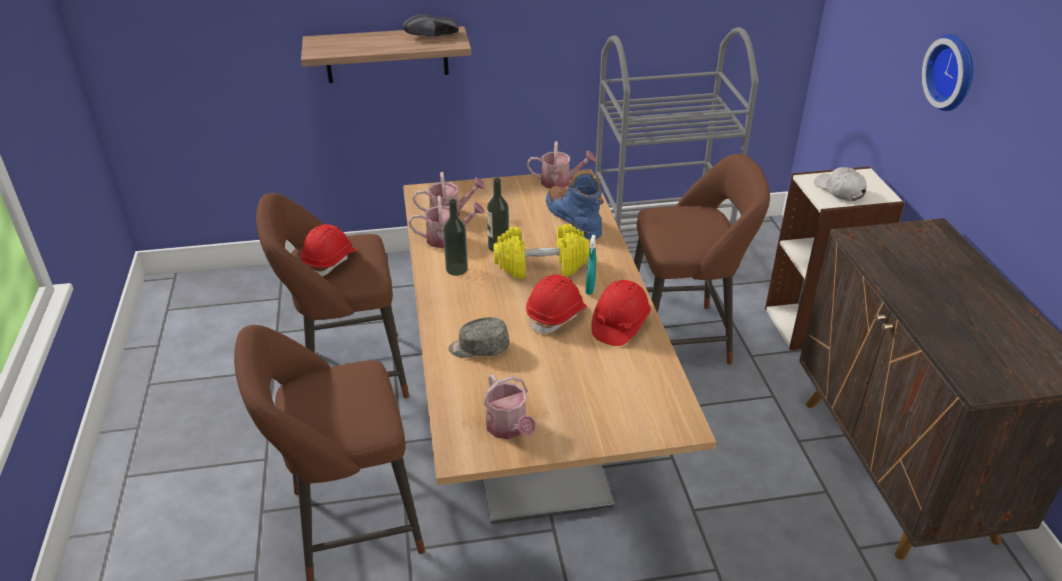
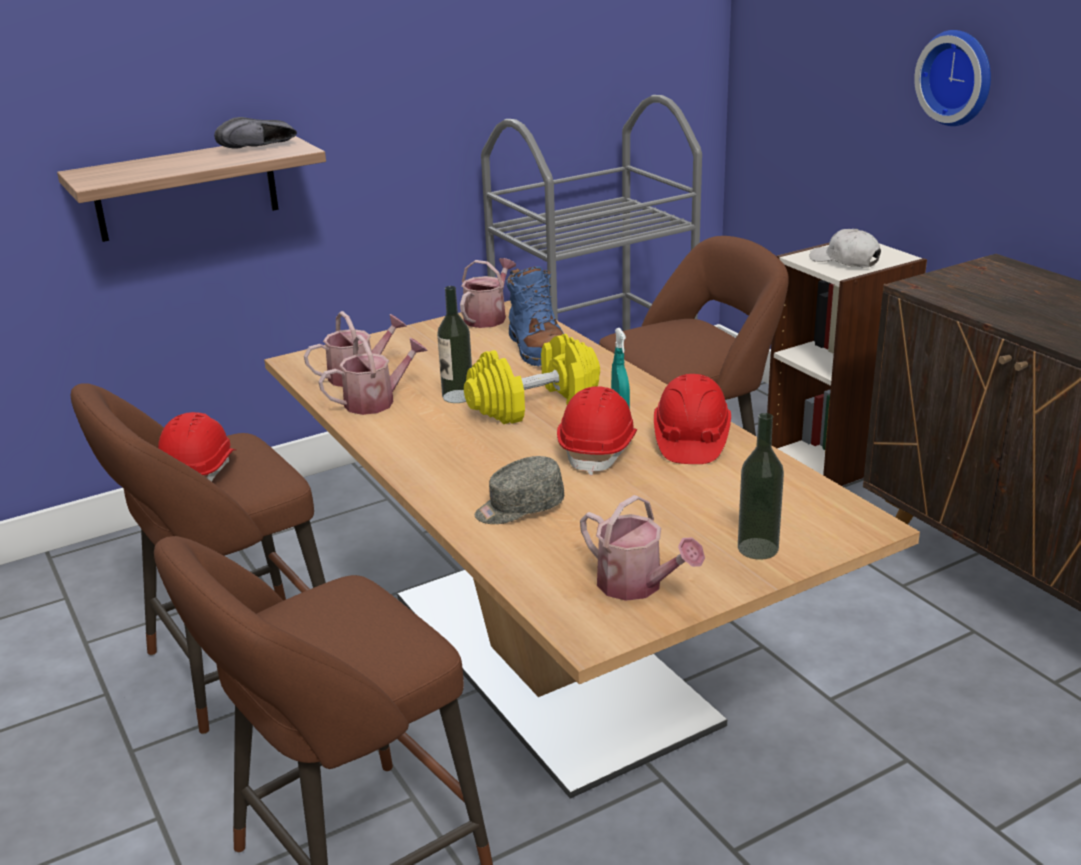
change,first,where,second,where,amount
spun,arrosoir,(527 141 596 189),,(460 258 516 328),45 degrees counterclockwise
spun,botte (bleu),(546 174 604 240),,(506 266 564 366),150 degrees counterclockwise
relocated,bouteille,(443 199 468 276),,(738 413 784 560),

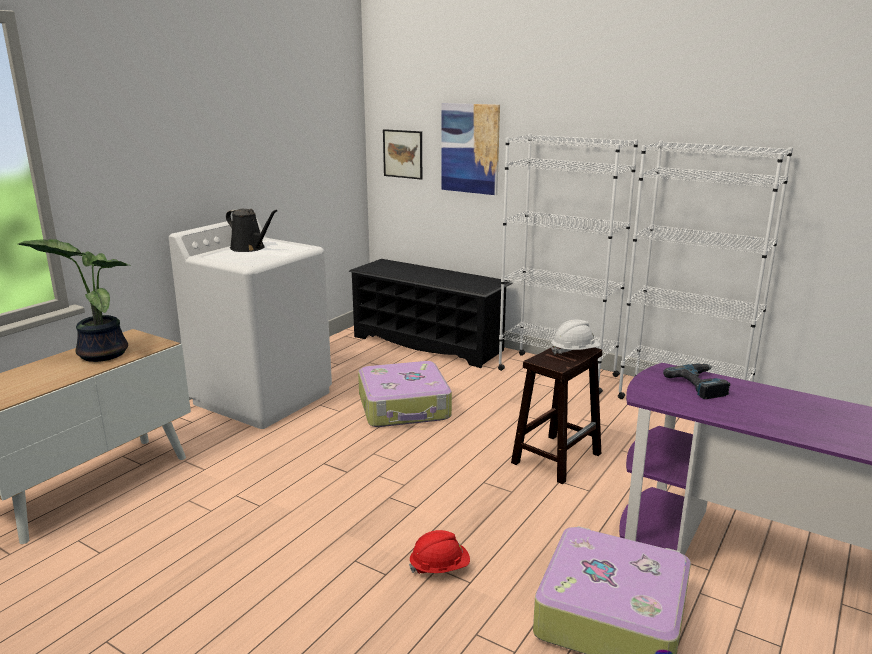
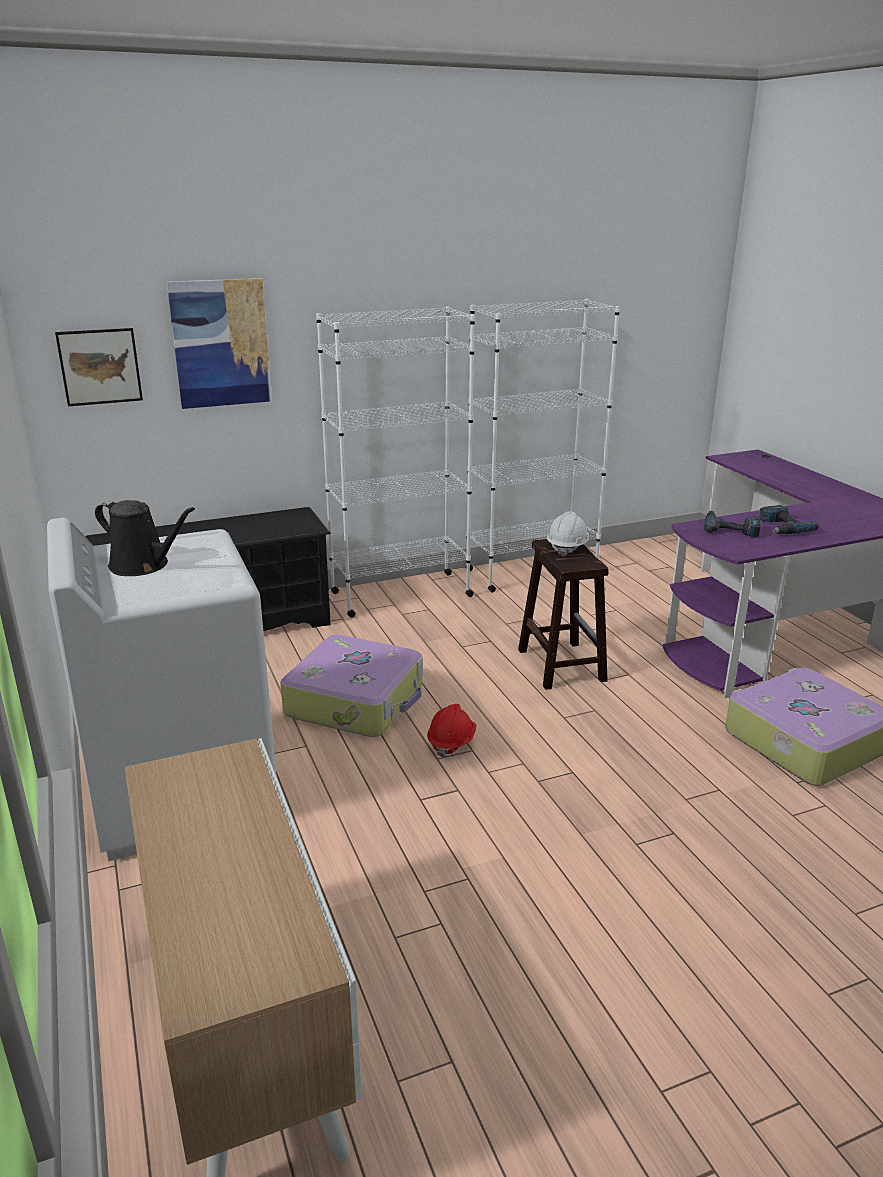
change,first,where,second,where,amount
spun,arrosoir (noir),(226 209 277 252),,(95 500 195 576),45 degrees clockwise
missing,plante en pot,(18 239 131 362),,,
relocated,casque de chantier (rouge),(409 530 470 574),,(427 704 476 757),
appeared,,,perceuse,(759 505 819 534),

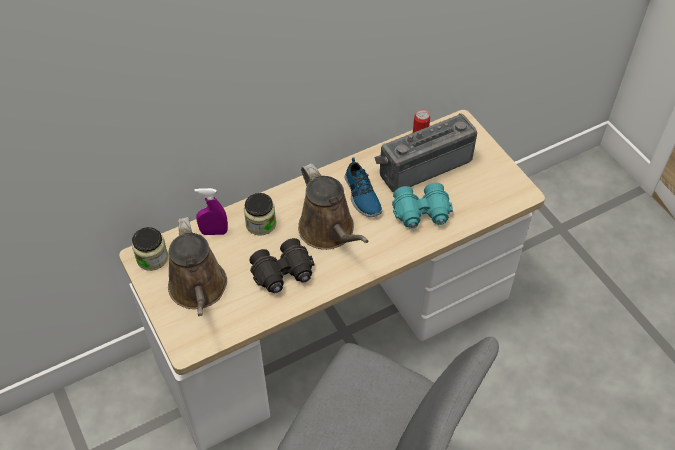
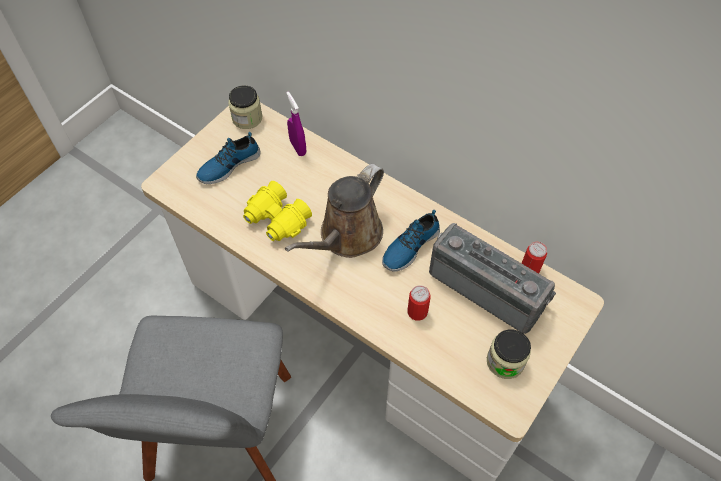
change,first,where,second,where,amount
exchanged,jumelles (turquoise),(392 183 453 229),boîte métallique,(408 285 431 321),
relocated,bocal,(244 193 276 236),,(487 329 531 379),
exchanged,arrosoir (marron),(168 217 227 316),chaussure,(196 132 260 184),
colour,jumelles (noir),(249 238 314 293),jumelles (jaune),(243 181 312 241),

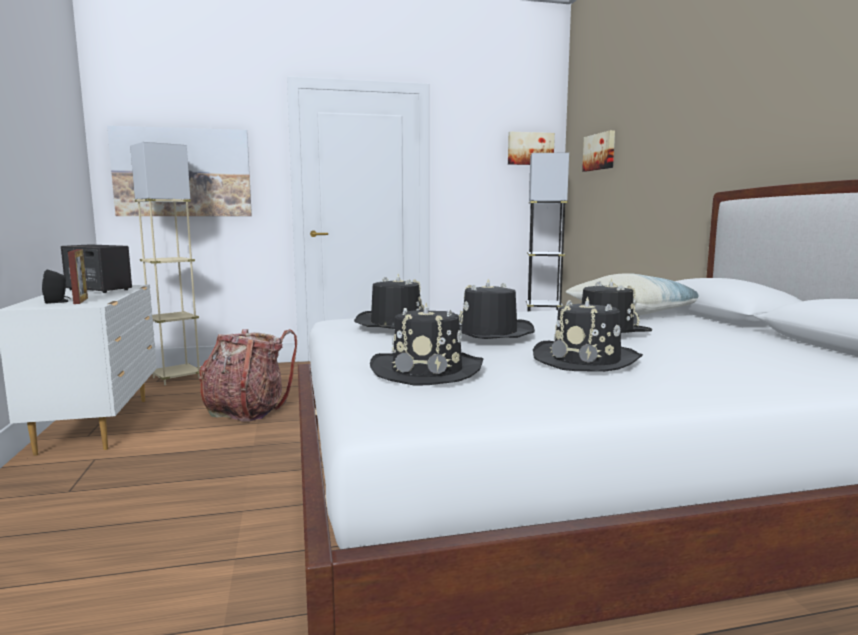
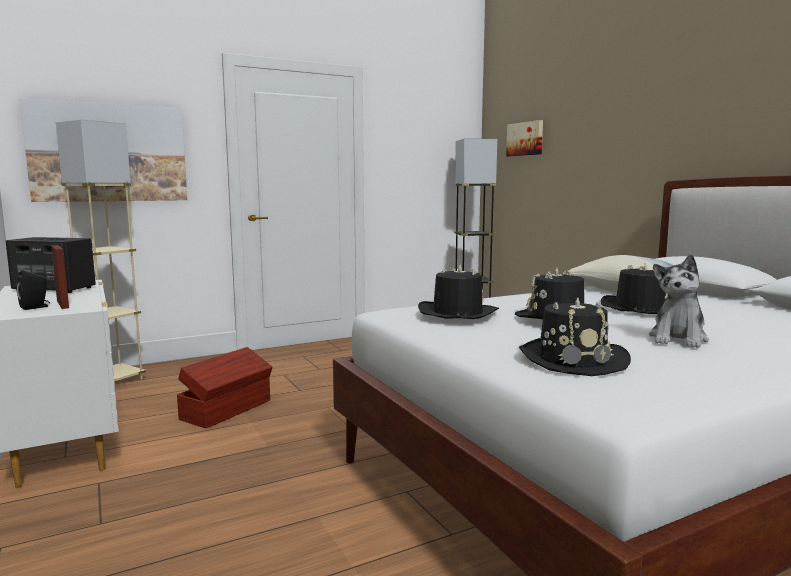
change,first,where,second,where,amount
missing,tableau,(508 132 555 165),,,
exchanged,chapeau (noir),(533 296 643 372),peluche,(649 254 709 348),
exchanged,sac à dos,(199 329 297 422),boîte de rangement (marron),(177 347 273 428),

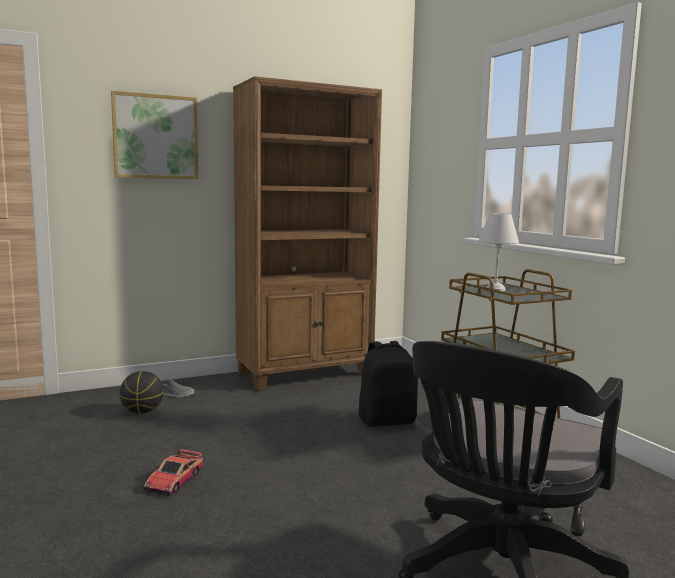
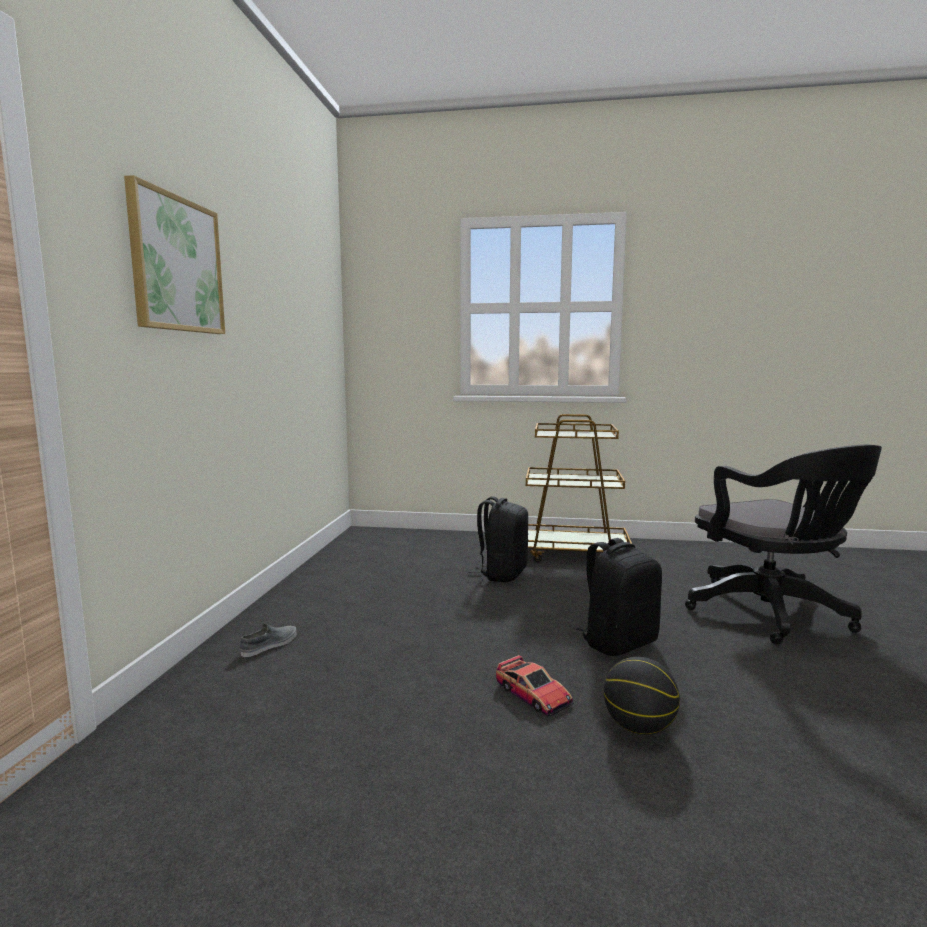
change,first,where,second,where,amount
missing,bibliothèque (marron),(233 76 382 391),,,
missing,lampe de table (blanc),(479 213 519 291),,,
relocated,ballon de basket,(120 371 164 414),,(604 657 680 735),
appeared,,,sac à dos (noir),(576 538 662 656),

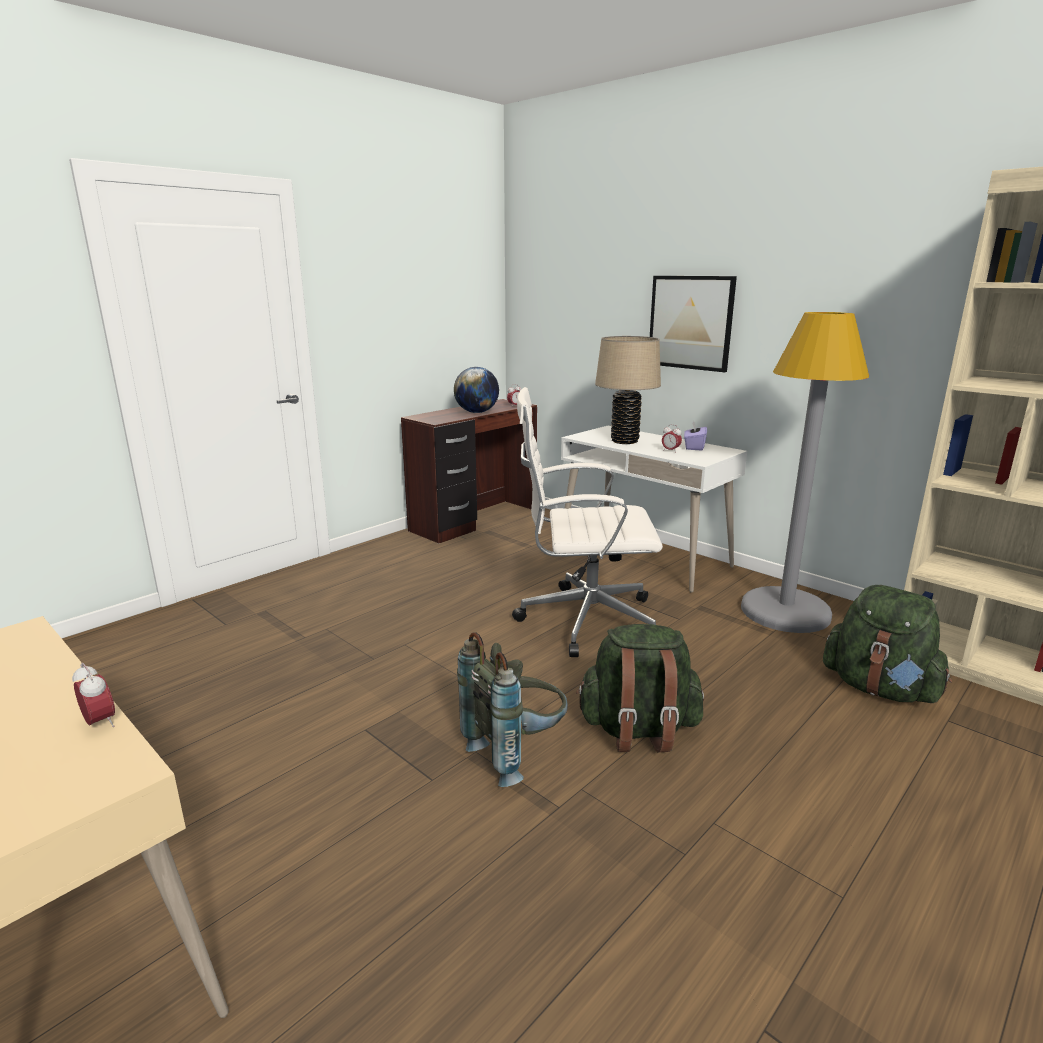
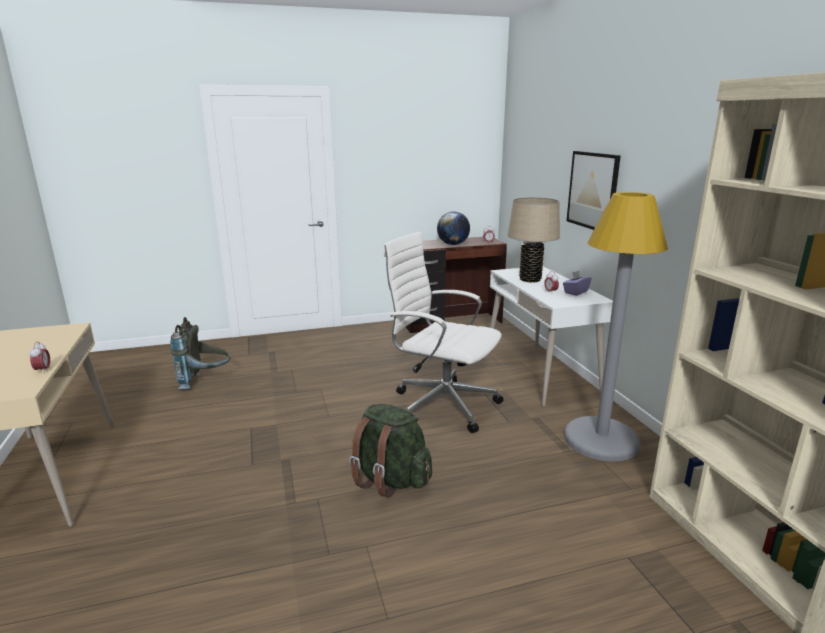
change,first,where,second,where,amount
missing,sac à dos (vert),(823 585 952 703),,,
relocated,sac à dos (gris),(457 632 568 787),,(170 317 231 389),

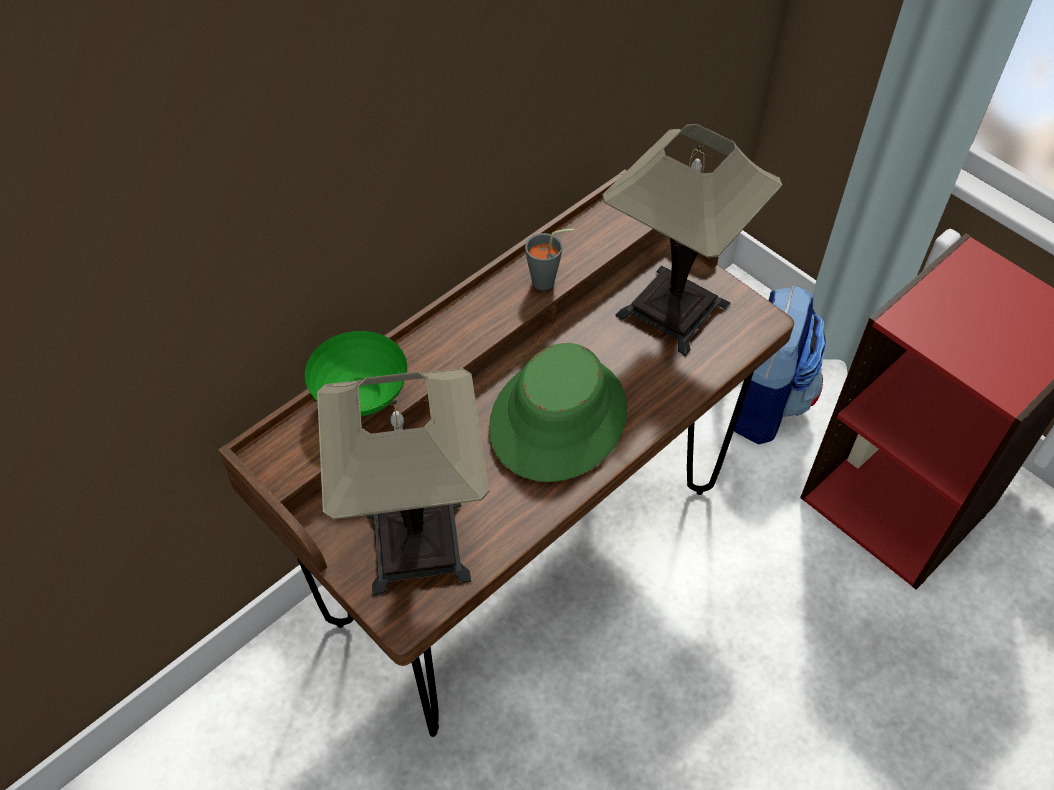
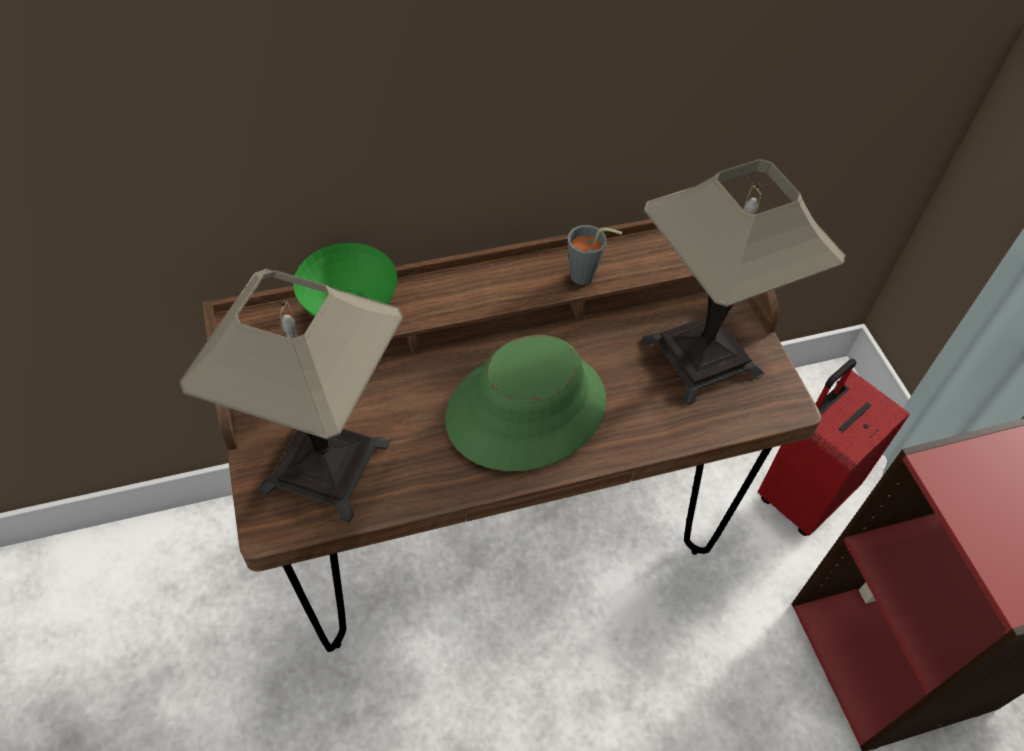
change,first,where,second,where,amount
exchanged,sac à dos,(734 285 826 444),valise (rouge),(758 359 910 536),

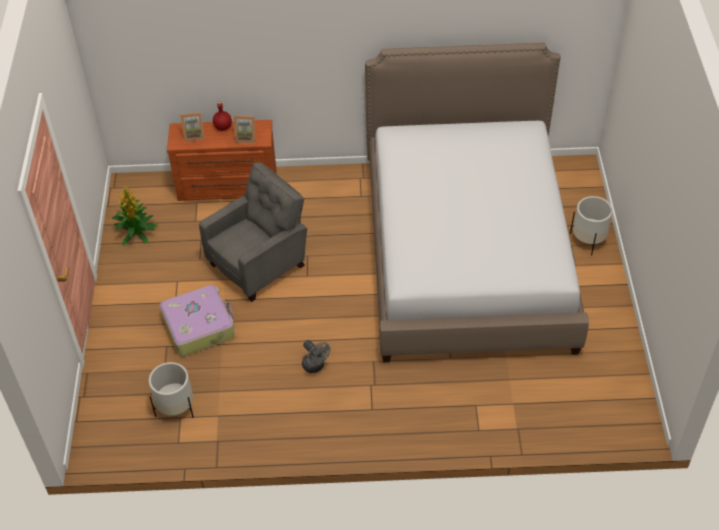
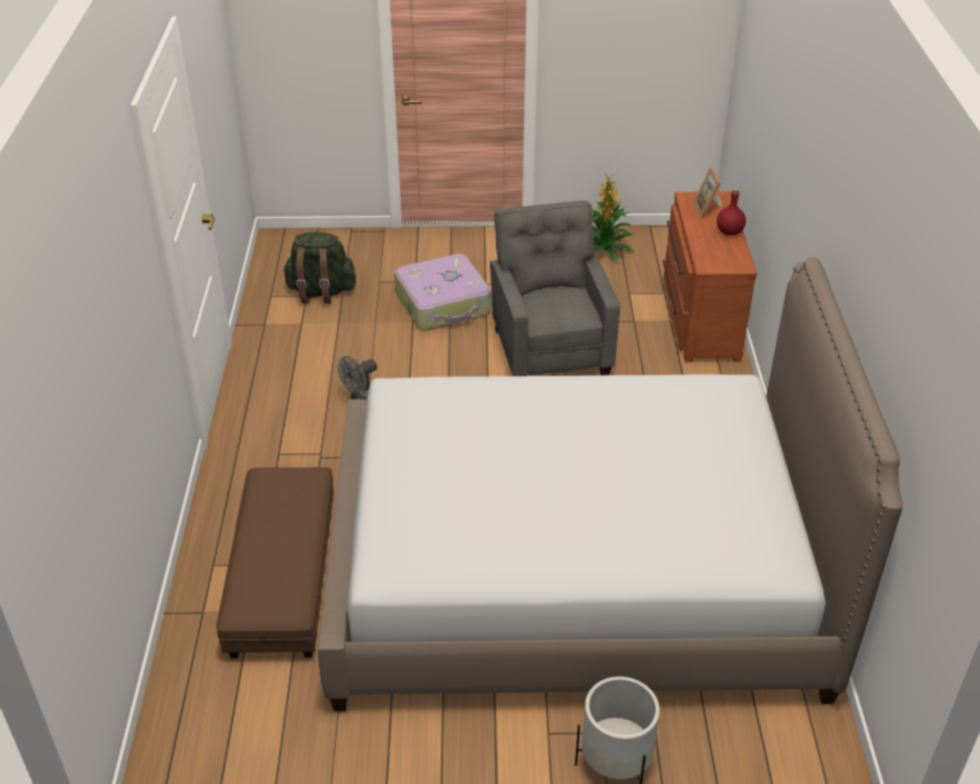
change,first,where,second,where,amount
missing,cadre photo,(234 115 256 144),,,
spun,fauteuil (gris),(199 162 307 302),,(490 201 620 376),150 degrees counterclockwise
exchanged,cache-pot (blanc),(149 362 194 418),sac à dos (vert),(282 232 356 304),
appeared,,,pouf (marron),(216 467 334 658),

